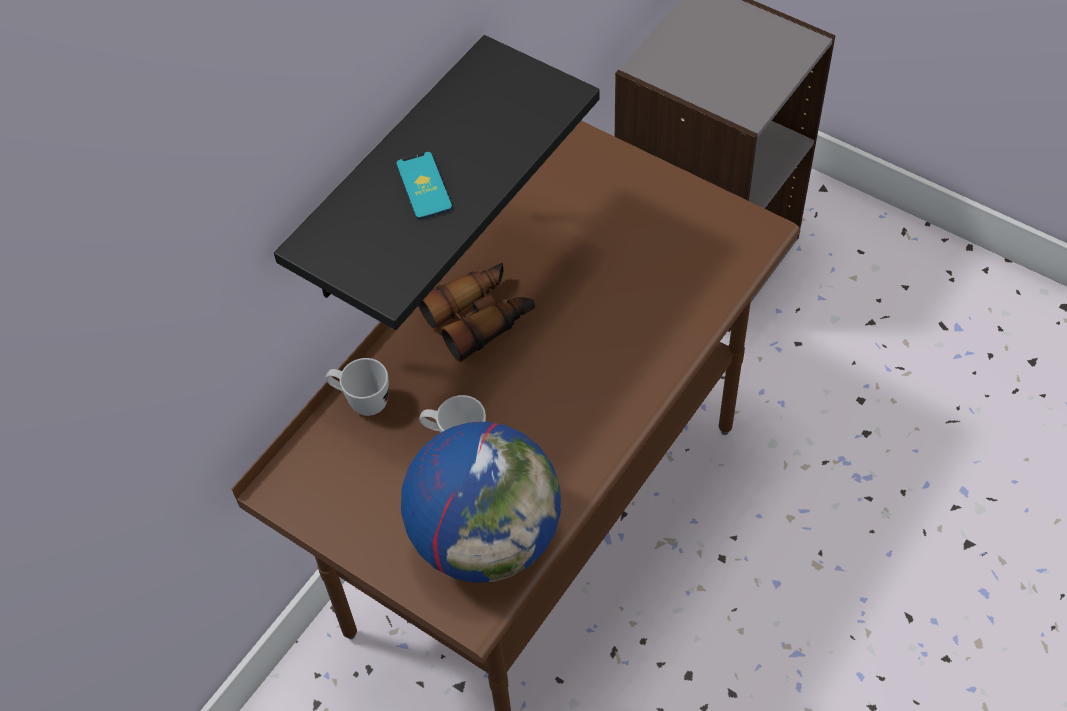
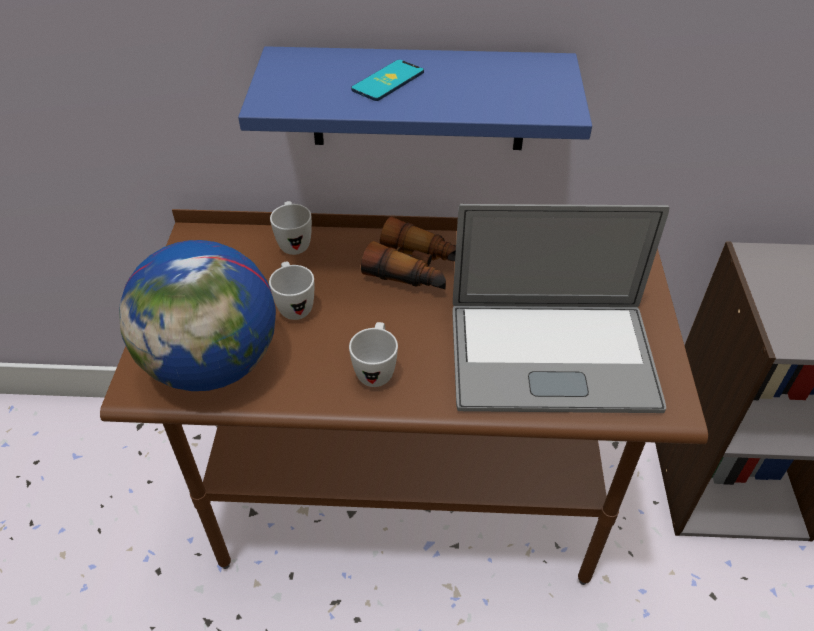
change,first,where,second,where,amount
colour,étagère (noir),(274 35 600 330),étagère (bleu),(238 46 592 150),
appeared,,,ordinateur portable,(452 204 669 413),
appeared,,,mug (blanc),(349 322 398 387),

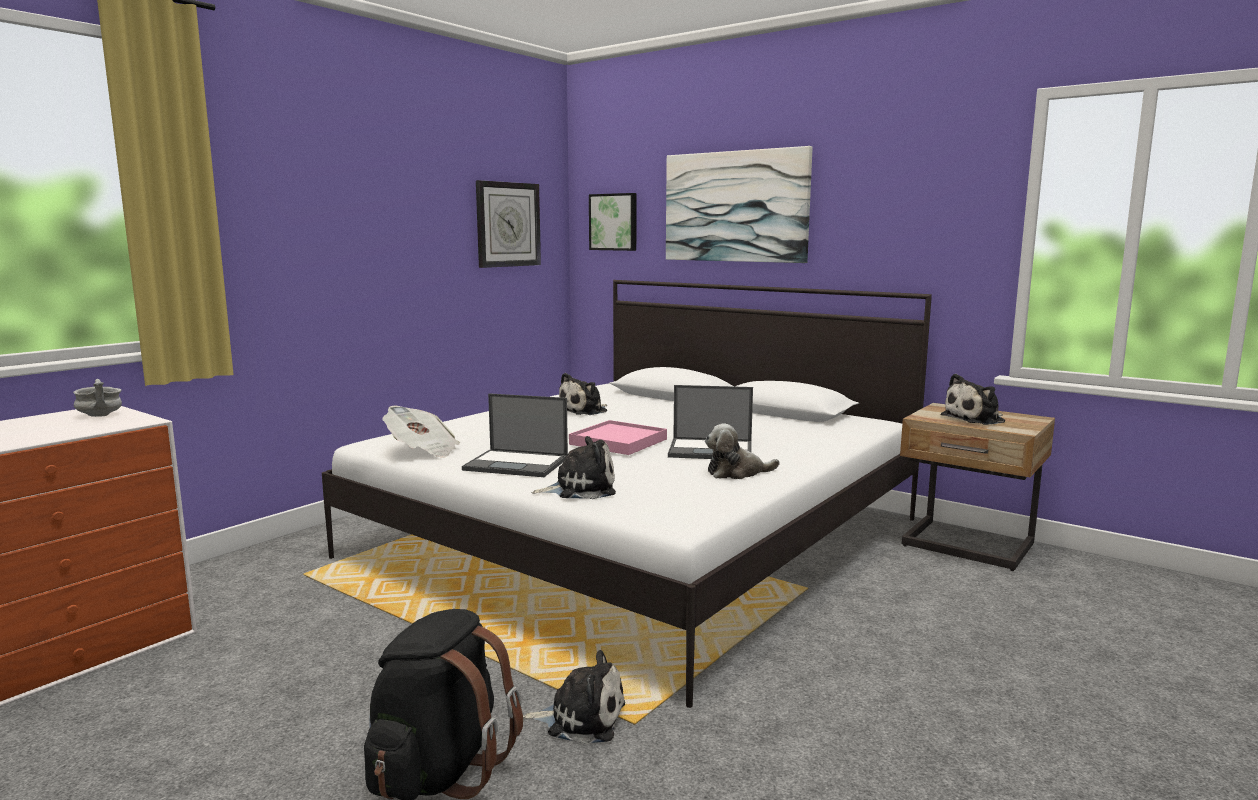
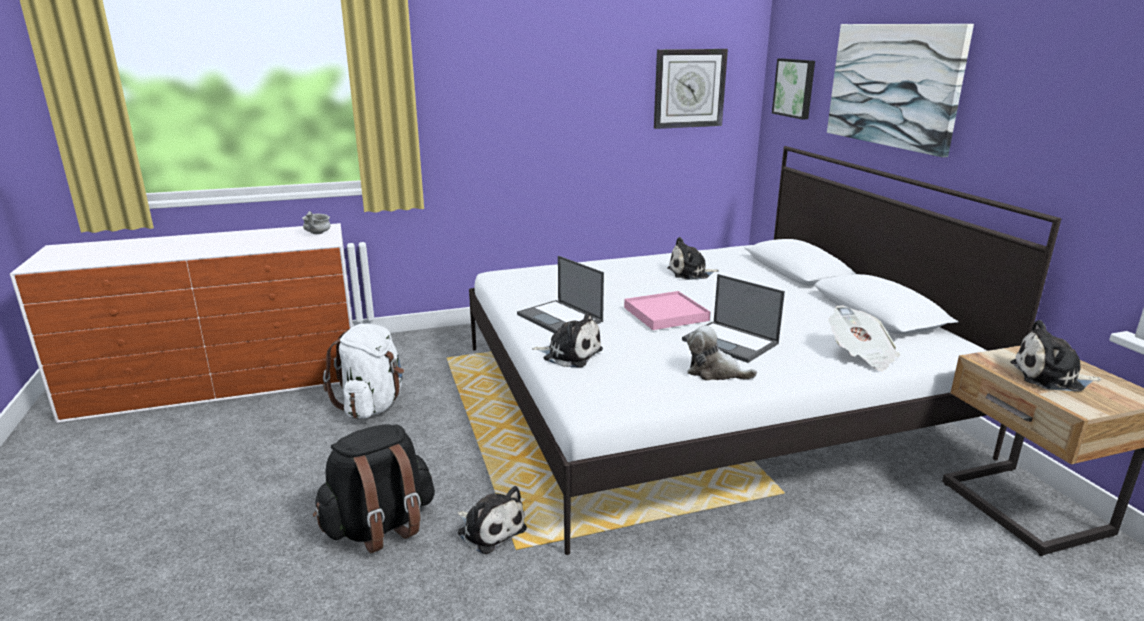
change,first,where,second,where,amount
relocated,journal,(383 406 460 458),,(828 305 900 371),
appeared,,,sac à dos (blanc),(323 323 404 419),

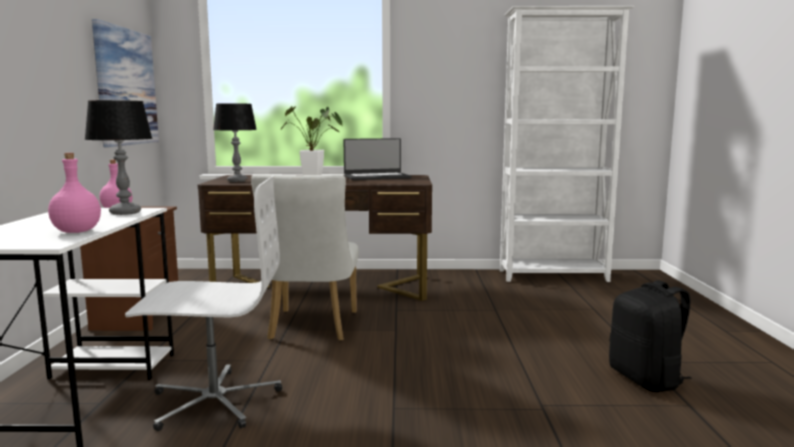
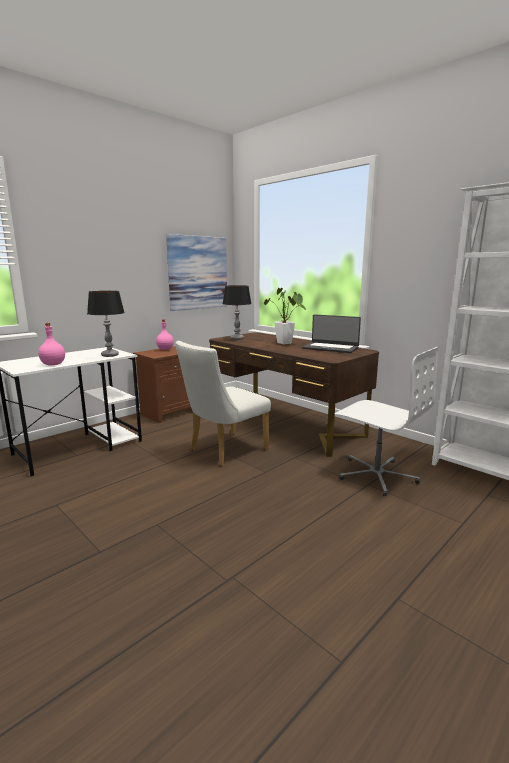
change,first,where,second,where,amount
relocated,chaise de bureau (blanc),(125 176 282 431),,(335 347 438 496),
missing,sac à dos (noir),(609 280 692 392),,,

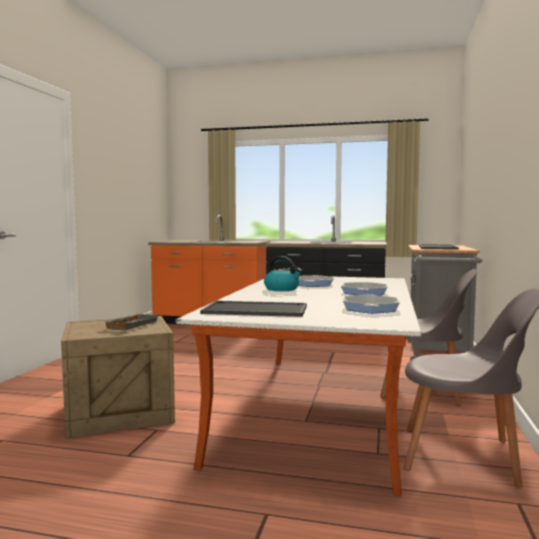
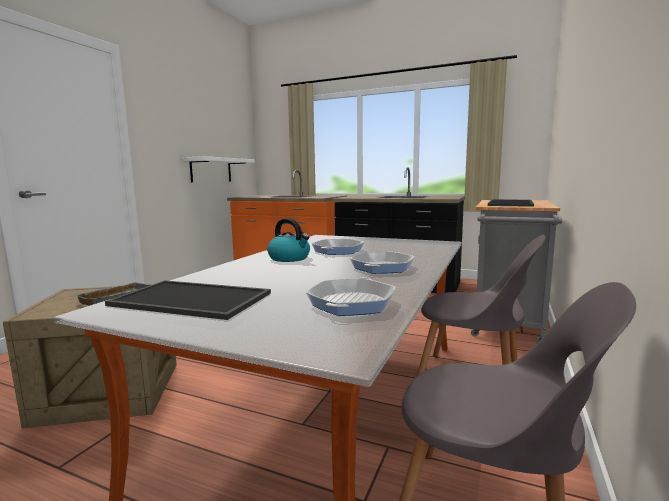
change,first,where,second,where,amount
appeared,,,étagère (blanc),(182 156 255 182),

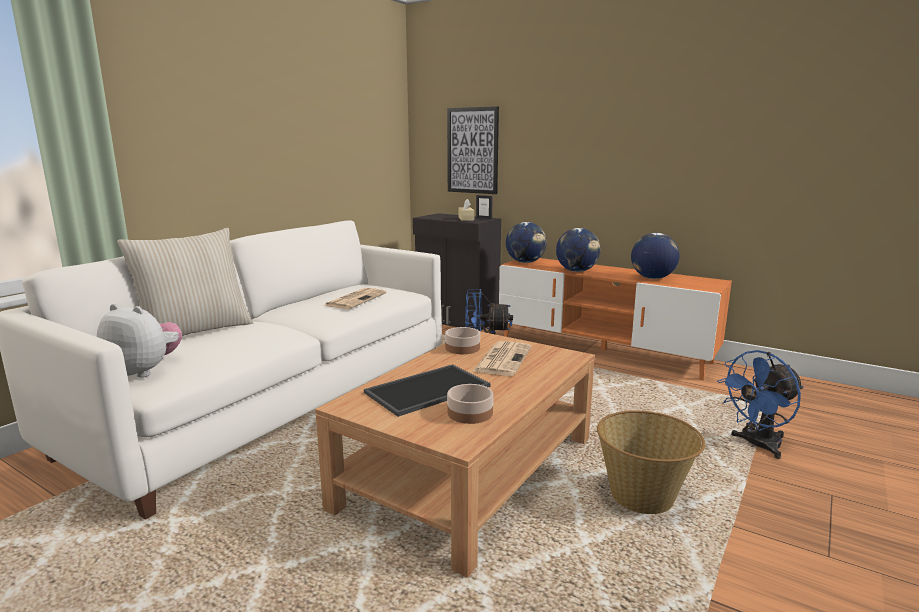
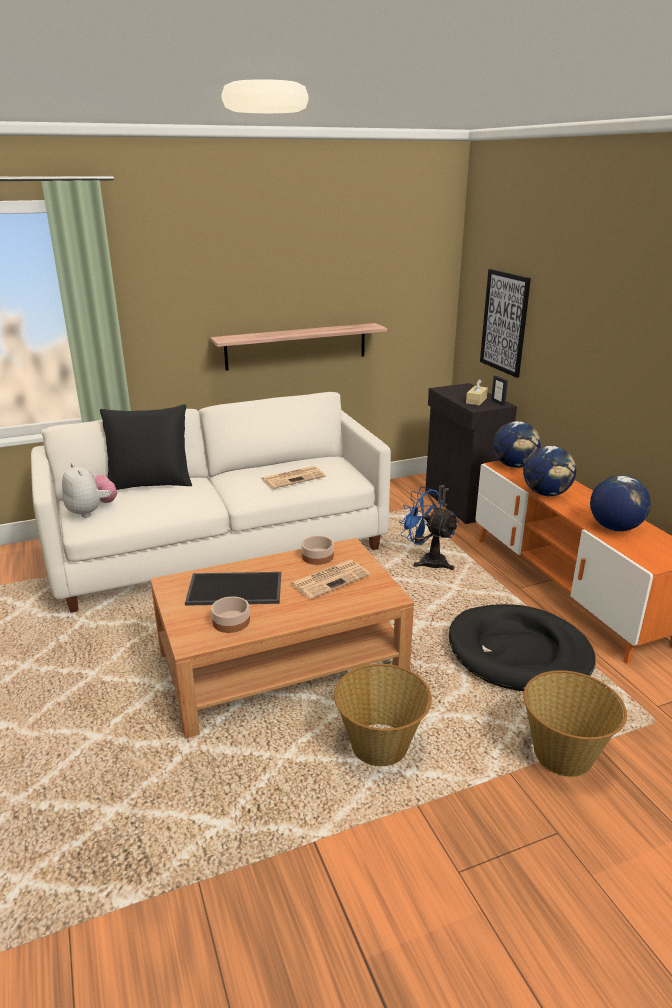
change,first,where,second,where,amount
colour,coussin (beige),(117 228 254 336),coussin (noir),(100 404 192 490),
exchanged,ventilateur (bleu),(717 350 804 459),panier,(523 670 627 777),
appeared,,,étagère,(210 323 387 371),
appeared,,,panier pour chien (noir),(449 604 595 691),

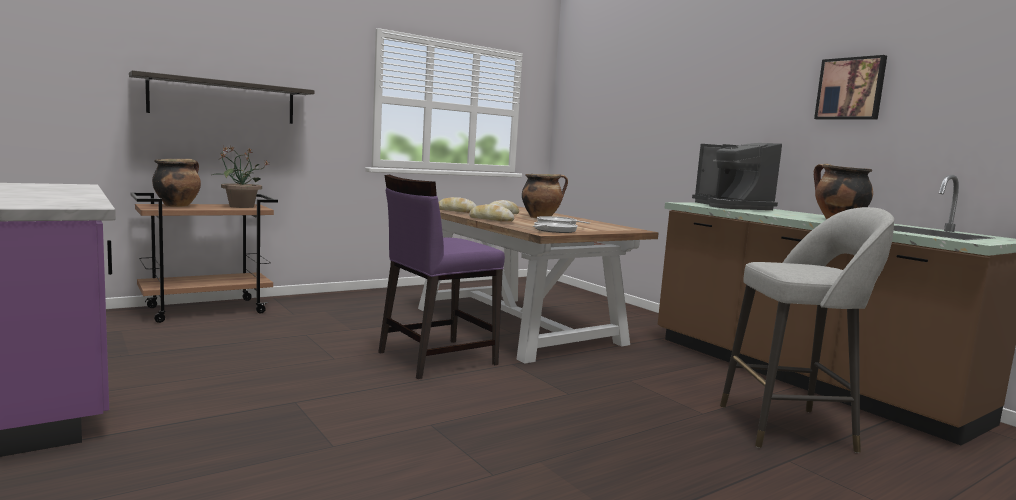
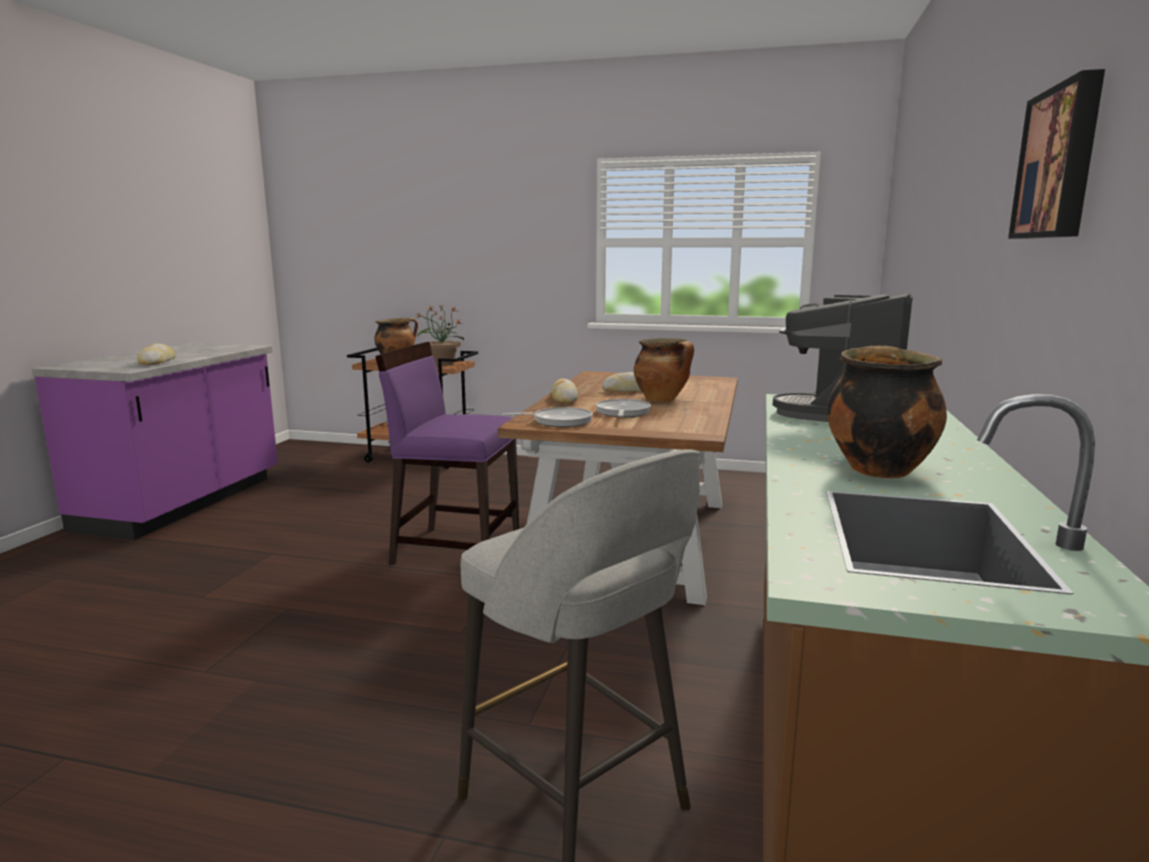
change,first,where,second,where,amount
missing,étagère,(129 70 314 124),,,
relocated,pain,(439 197 477 213),,(137 343 176 365),

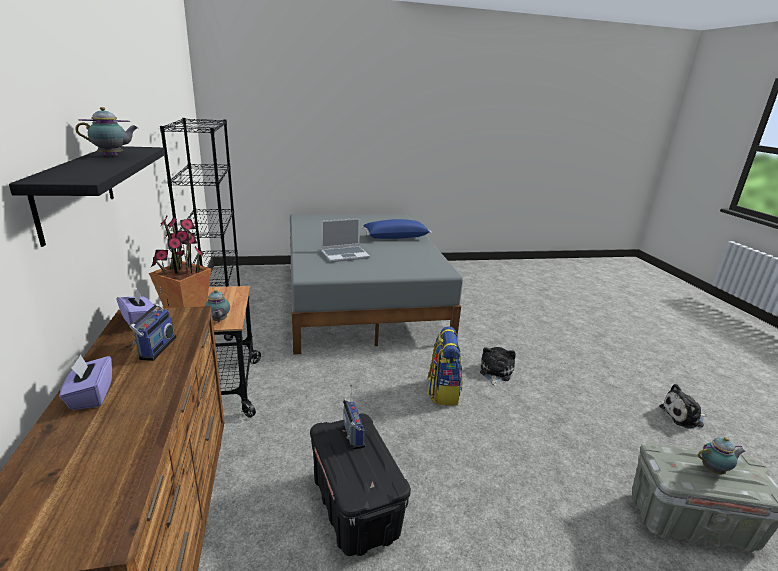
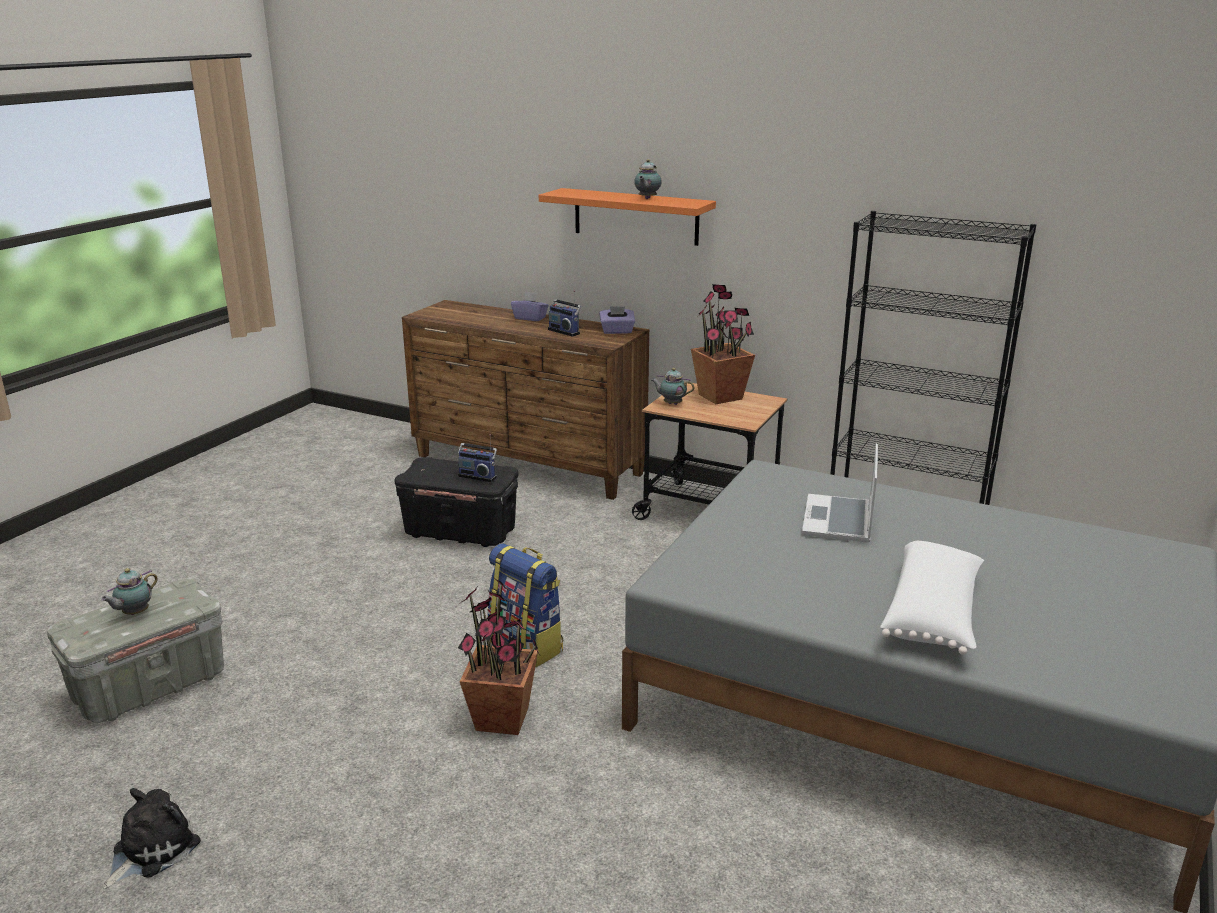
change,first,where,second,where,amount
colour,étagère (noir),(9 146 165 247),étagère (orange),(539 188 716 246),
colour,coussin (bleu),(361 219 431 239),coussin (blanc),(880 541 984 655),
exchanged,peluche,(480 347 516 386),plante en pot,(458 579 540 735),

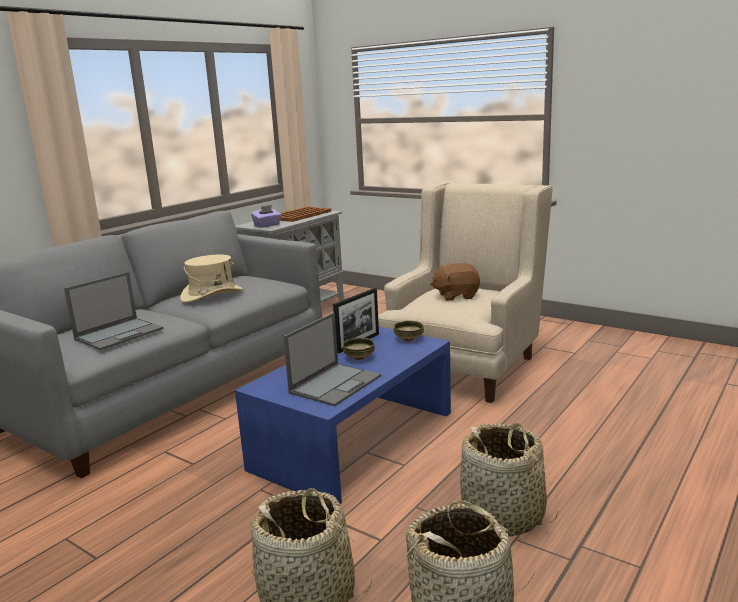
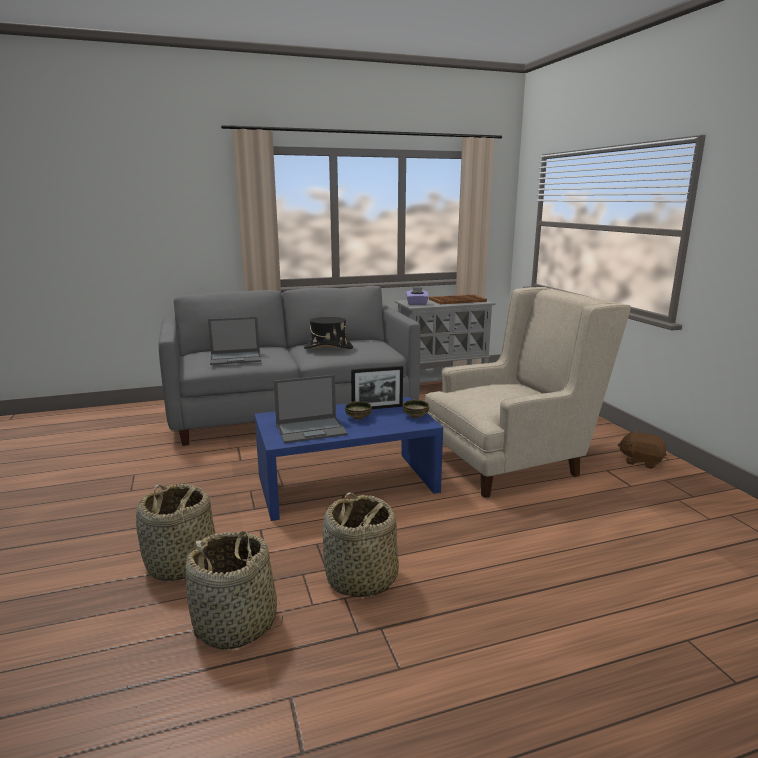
change,first,where,second,where,amount
colour,chapeau (beige),(180 255 243 303),chapeau (noir),(304 317 353 349),
relocated,peluche (marron),(430 263 480 301),,(617 431 667 469),

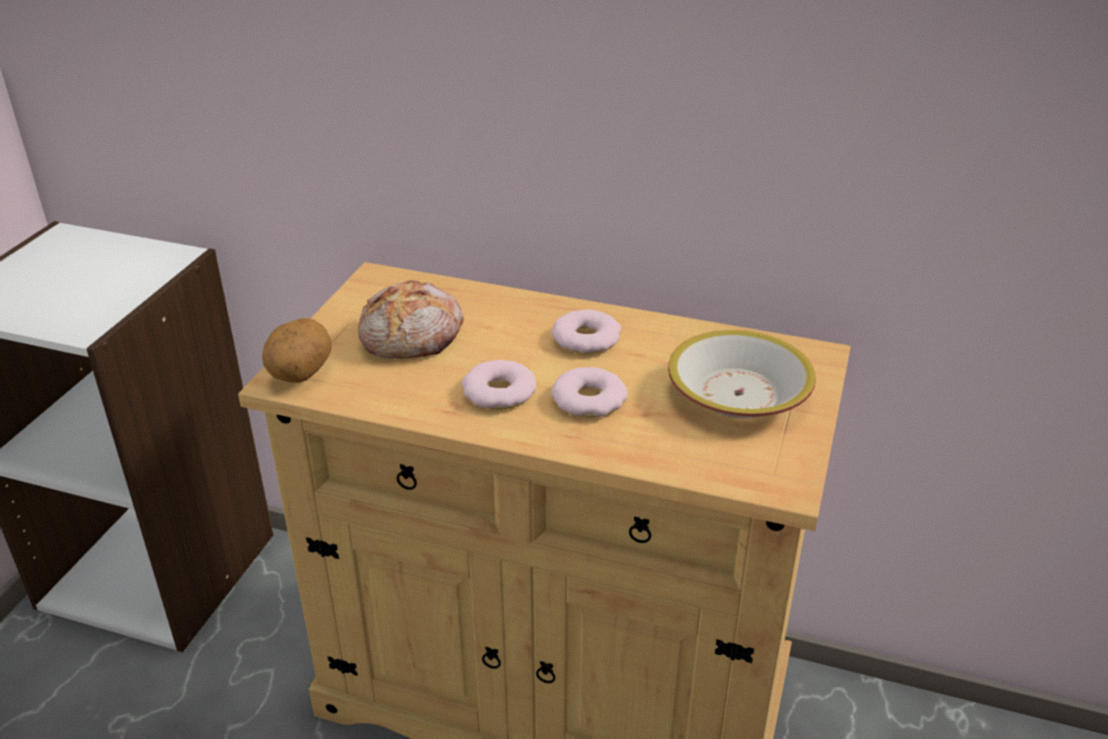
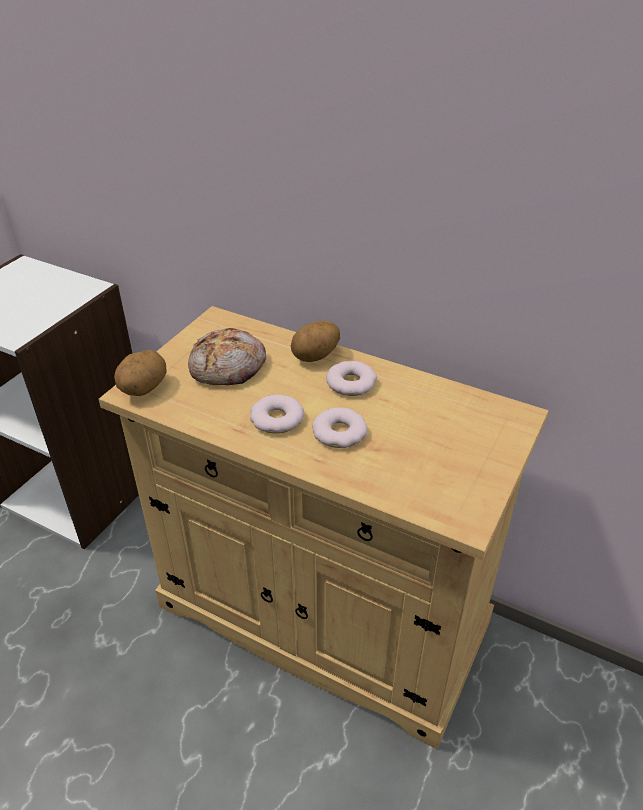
change,first,where,second,where,amount
missing,bol,(668 330 816 418),,,
appeared,,,pomme de terre,(291 321 340 362),

